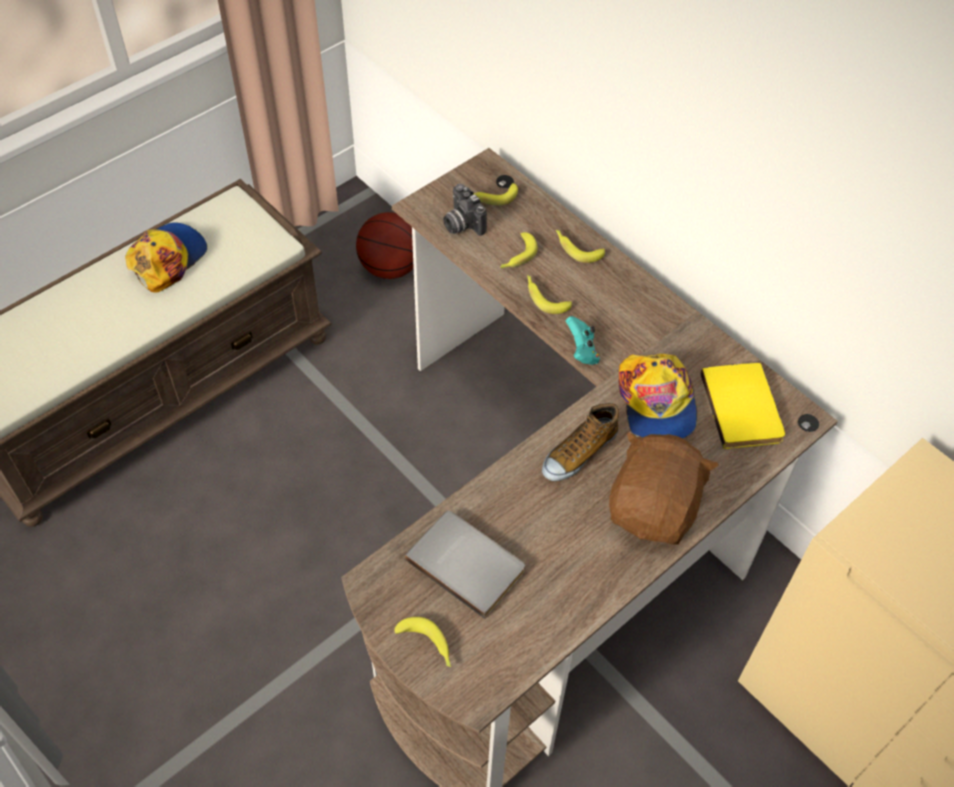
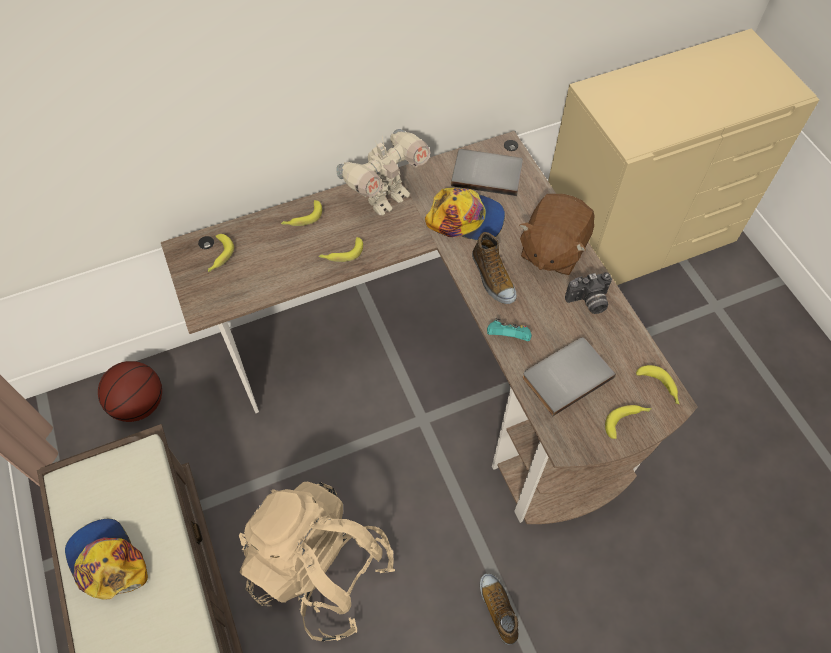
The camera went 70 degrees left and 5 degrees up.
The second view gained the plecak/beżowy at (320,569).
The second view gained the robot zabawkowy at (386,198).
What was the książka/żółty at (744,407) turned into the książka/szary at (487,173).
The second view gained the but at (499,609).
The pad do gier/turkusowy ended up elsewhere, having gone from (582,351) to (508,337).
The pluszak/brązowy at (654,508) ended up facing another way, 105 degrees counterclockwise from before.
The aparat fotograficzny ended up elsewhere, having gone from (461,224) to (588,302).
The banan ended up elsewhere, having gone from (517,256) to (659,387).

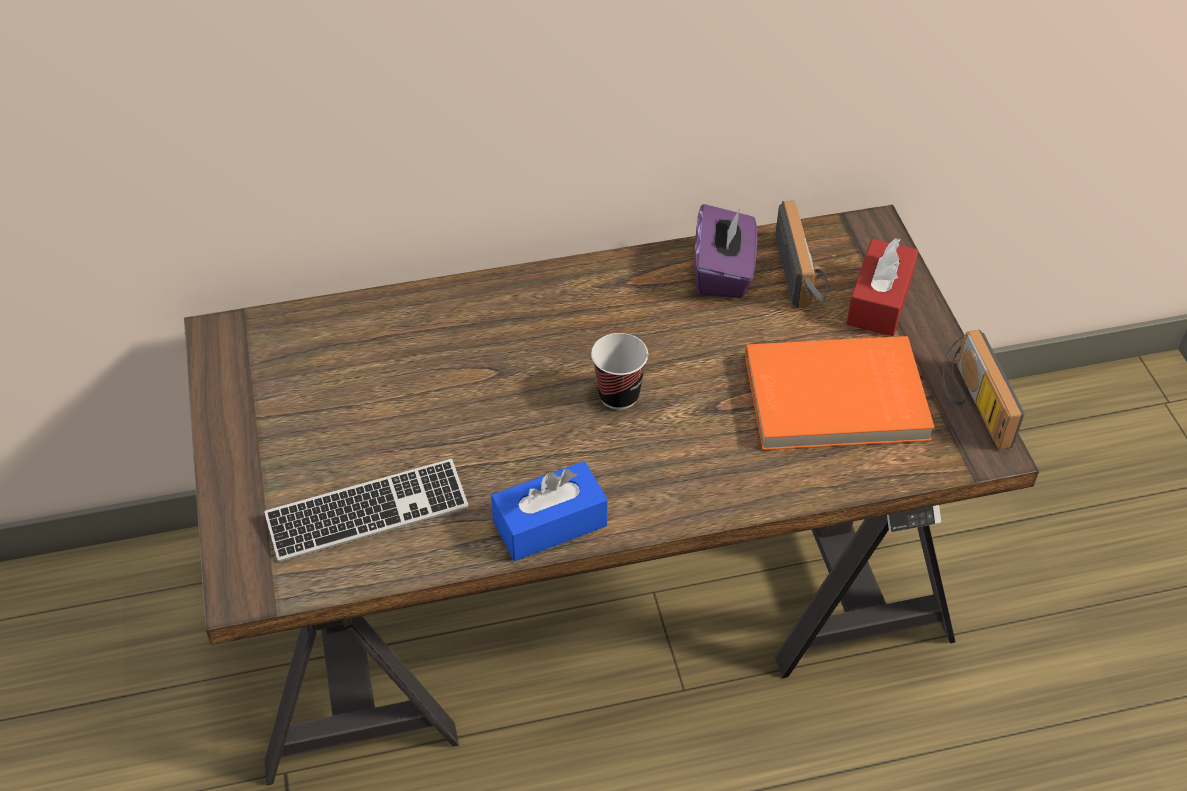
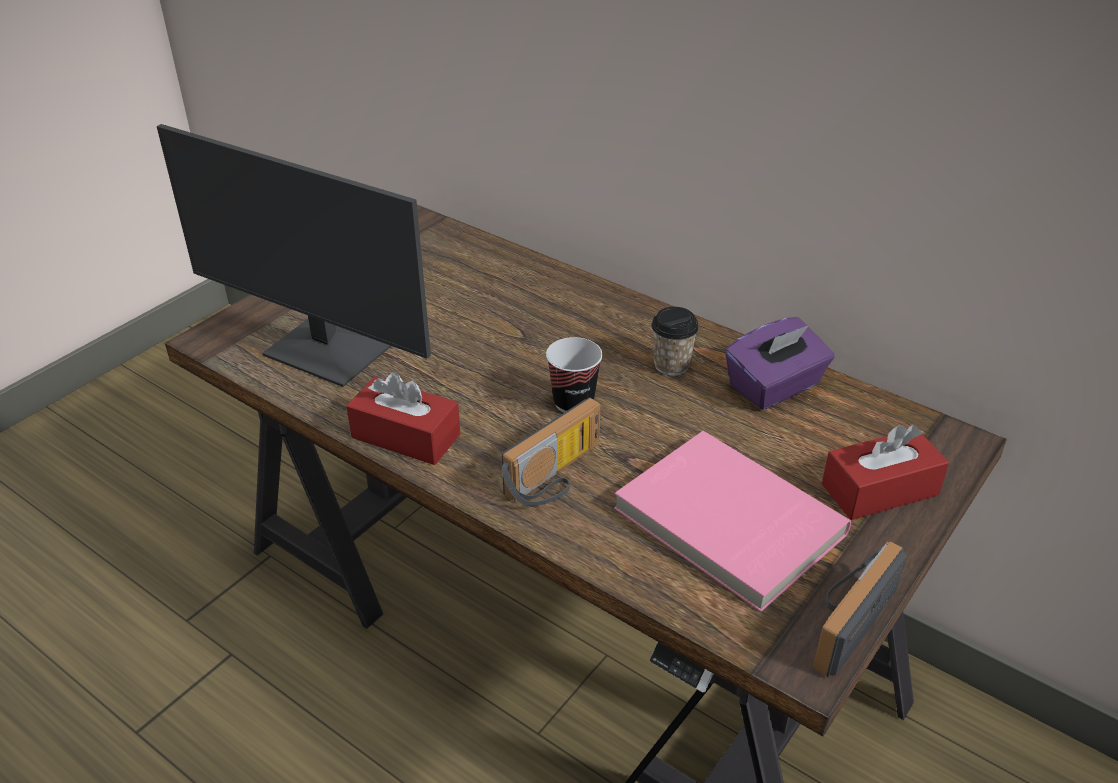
The camera went 50 degrees right and 10 degrees down.
Where the klawiatura stood at (367,513), the monitor came to stand at (327,351).
What was the pudełko chusteczek/niebieski at (550,524) turned into the pudełko chusteczek/czerwony at (406,436).
The radio ended up elsewhere, having gone from (803,273) to (557,477).
What was the książka/pomarańczowy at (836,400) turned into the książka/różowy at (726,523).
The second view gained the filiżanka at (671,365).

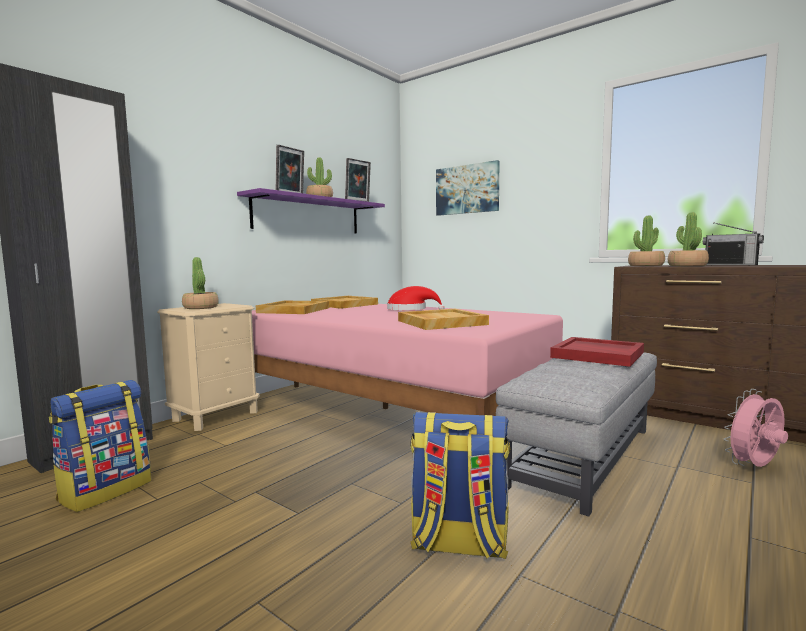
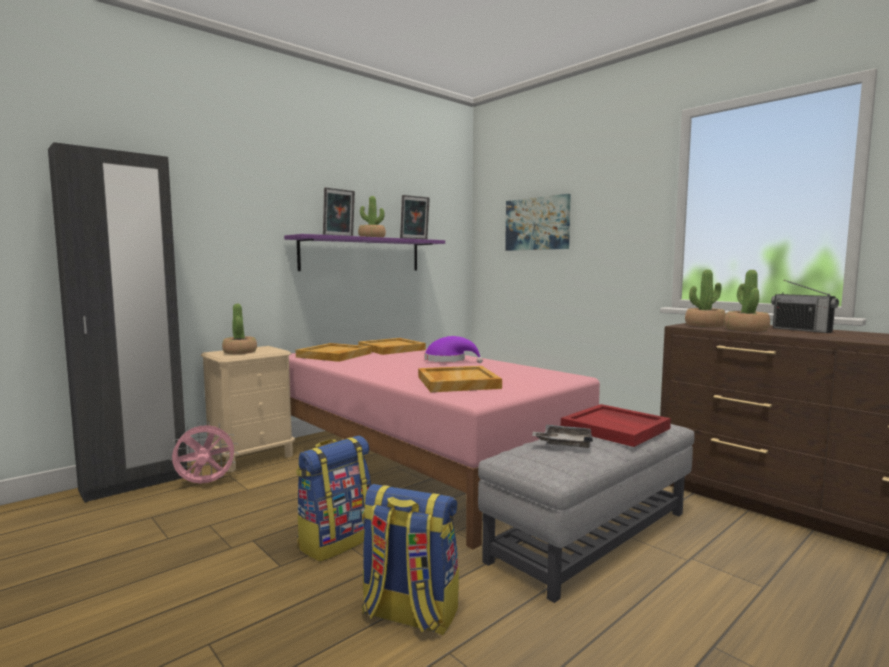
The camera went 10 degrees right and 0 degrees up.
The wentylator/różowy ended up elsewhere, having gone from (755,467) to (205,484).
The plecak ended up elsewhere, having gone from (106,490) to (336,541).
What was the kapelusz/czerwony at (410,310) turned into the kapelusz/fioletowy at (448,360).
The second view gained the taca/szary at (564,443).

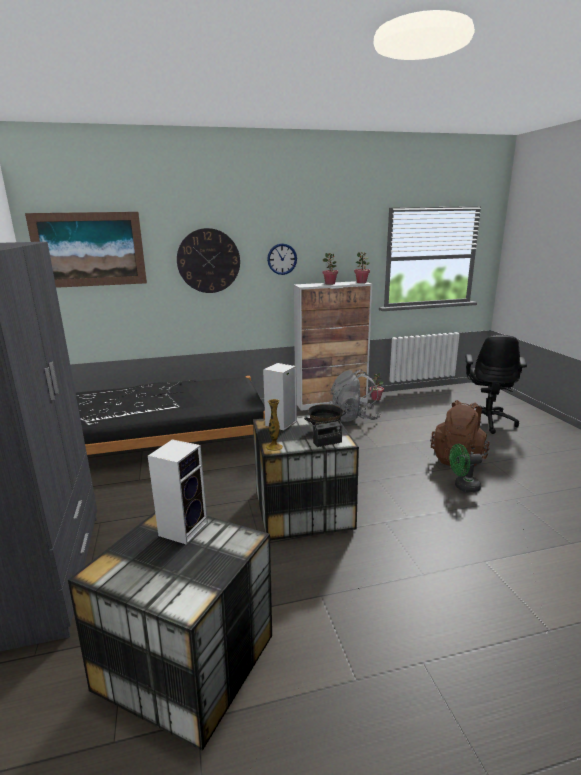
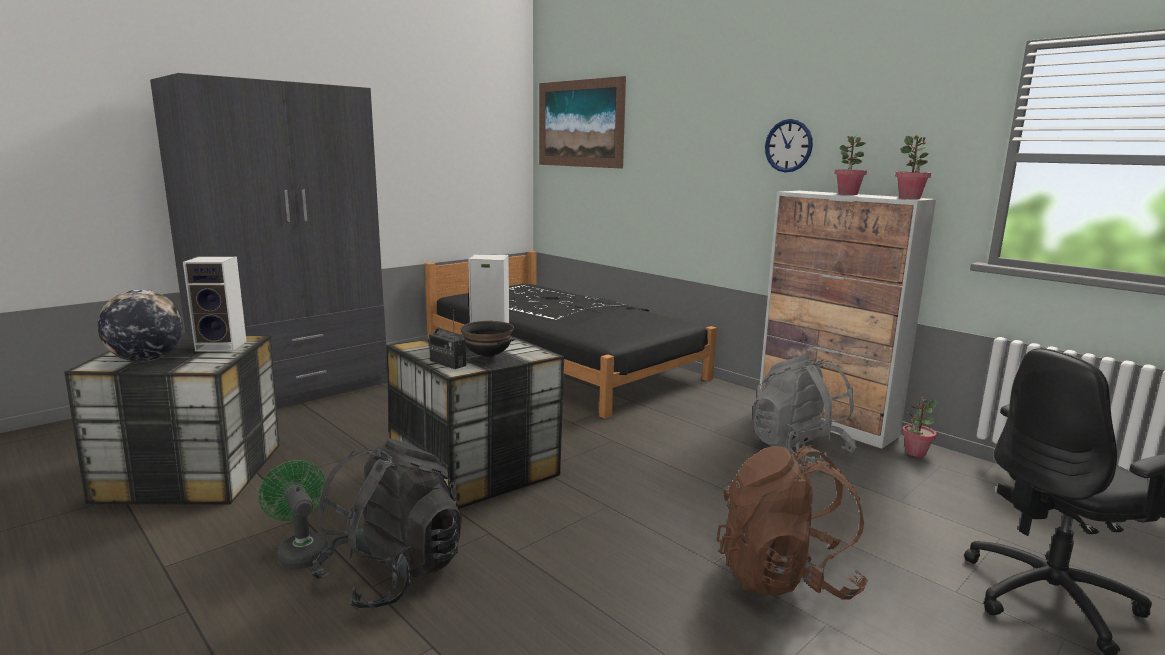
The camera went 60 degrees right and 5 degrees down.
The second view gained the globus at (146,360).
The wentylator/zielony ended up elsewhere, having gone from (463,487) to (301,551).
The second view gained the plecak/czarny at (393,574).
The second view lost the zegar ścienny at (208,261).
The second view lost the wazon at (274,447).

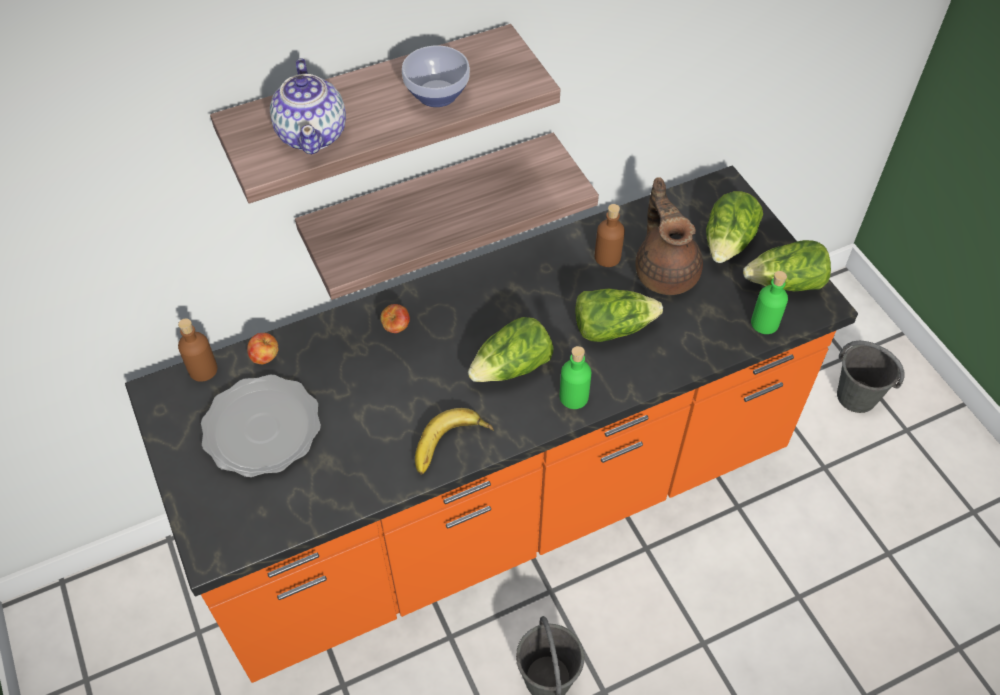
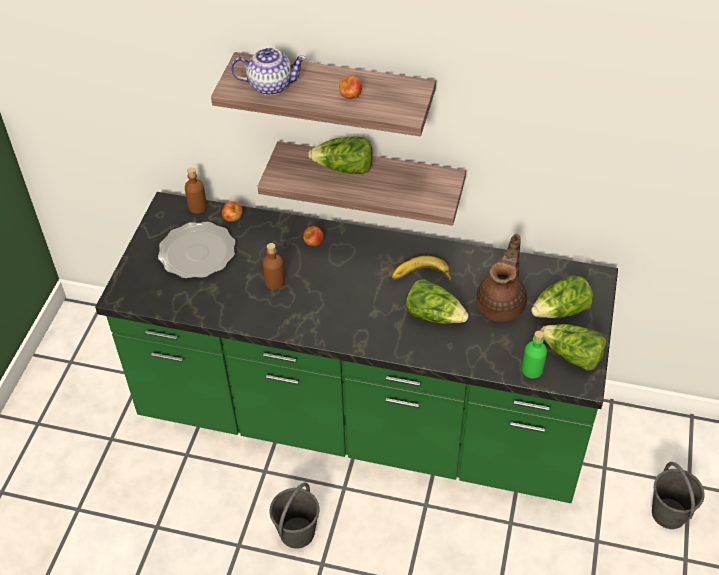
The camera went 40 degrees right and 5 degrees down.
What was the zabudowa kuchenna/pomarańczowy at (500,501) turned into the zabudowa kuchenna/zielony at (362,418).
The imbryk at (313,134) ended up facing another way, 120 degrees counterclockwise from before.
The butelka/brązowy ended up elsewhere, having gone from (607,257) to (275,282).
The sałata ended up elsewhere, having gone from (512,367) to (344,169).
Where the miska stood at (435,95), the jabłko came to stand at (351,97).
The banan ended up elsewhere, having gone from (451,447) to (421,277).
The second view lost the butelka/zielony at (573,397).

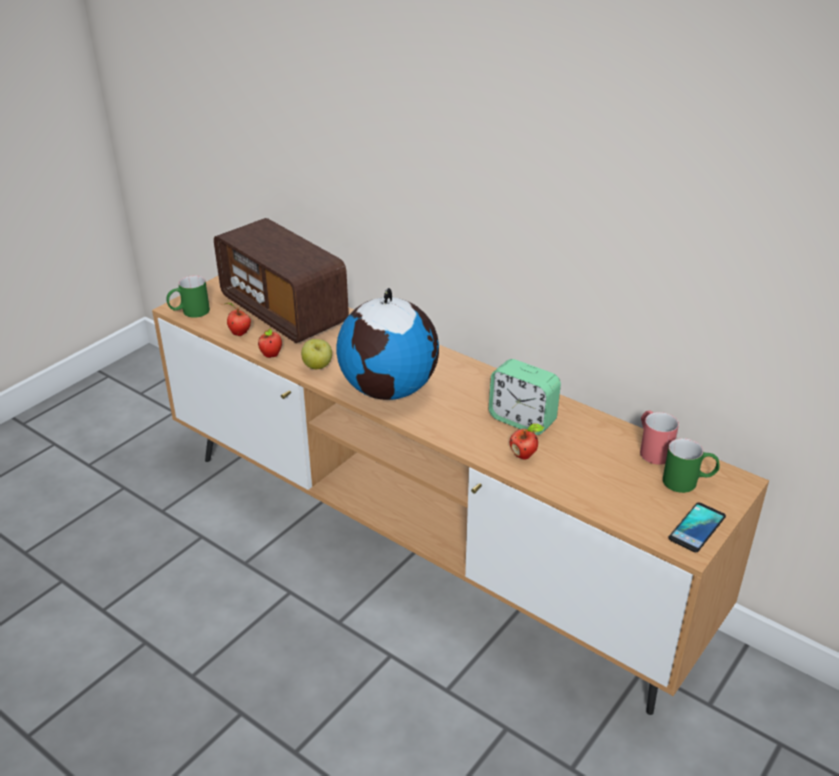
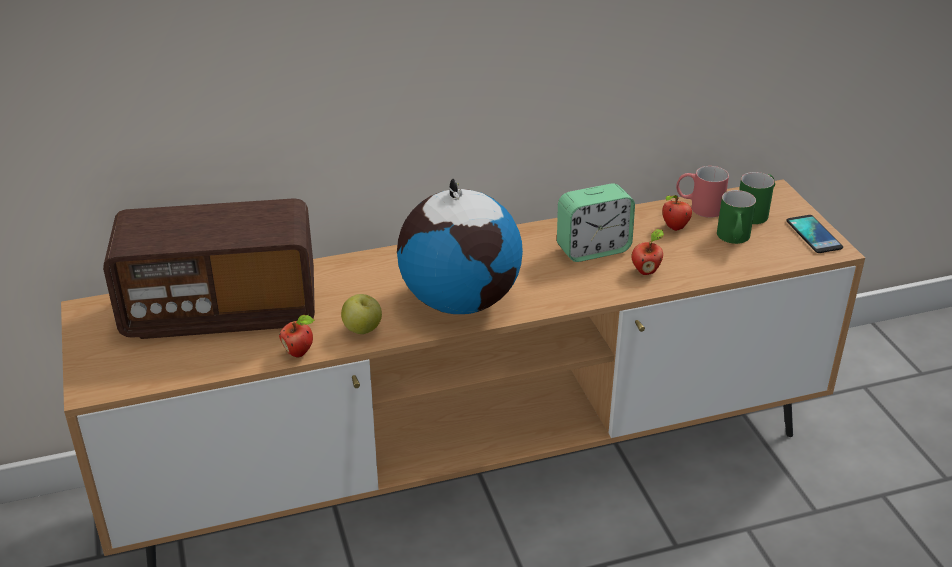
The camera went 55 degrees left and 0 degrees up.
The jabłko ended up elsewhere, having gone from (238,333) to (674,228).
The kubek/zielony ended up elsewhere, having gone from (189,312) to (733,240).

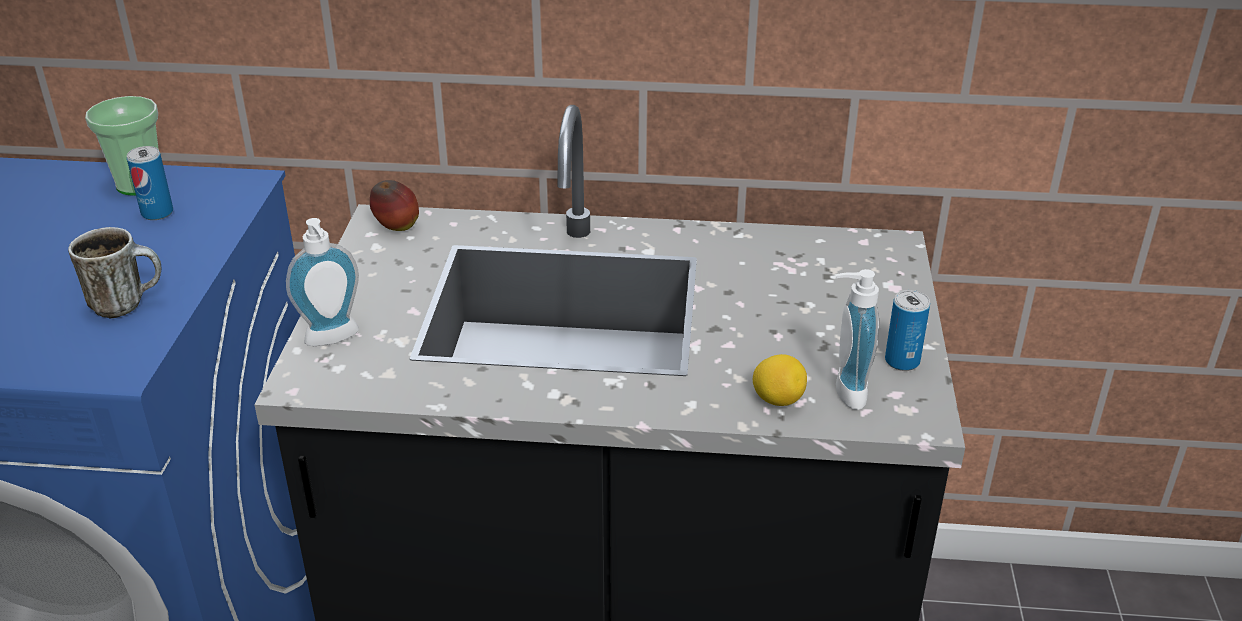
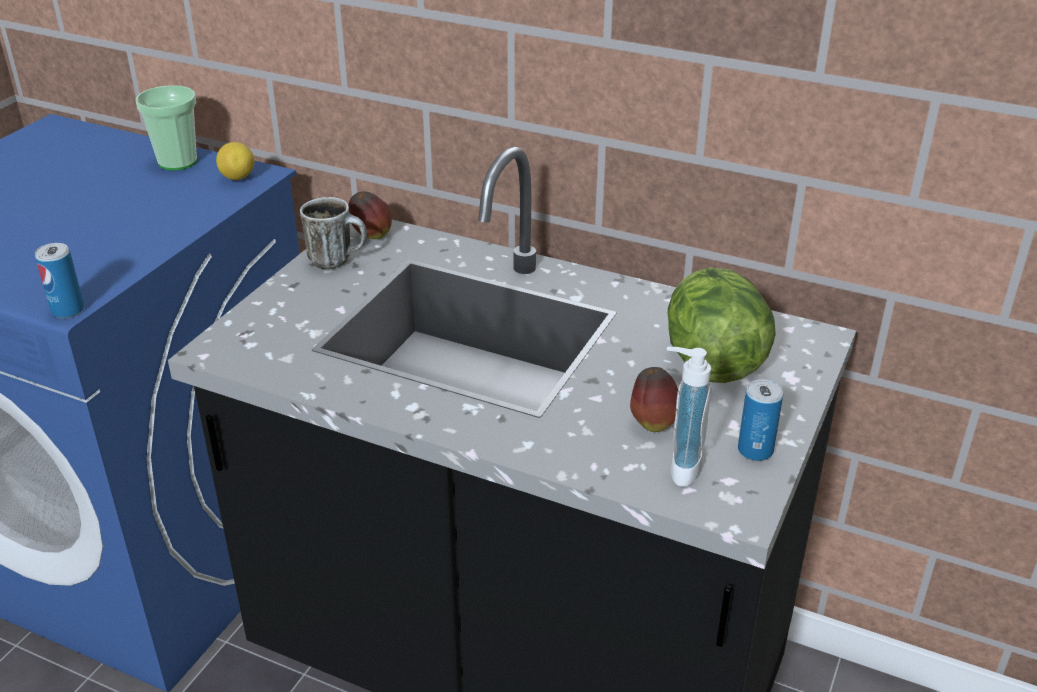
The camera went 20 degrees right and 0 degrees up.
The puszka ended up elsewhere, having gone from (157,213) to (68,310).
The cytryna ended up elsewhere, having gone from (777,400) to (238,178).
The kubek ended up elsewhere, having gone from (128,304) to (338,260).
The second view gained the jabłko at (652,423).
The second view gained the sałata at (712,361).
The second view lost the dozownik mydła at (333,340).

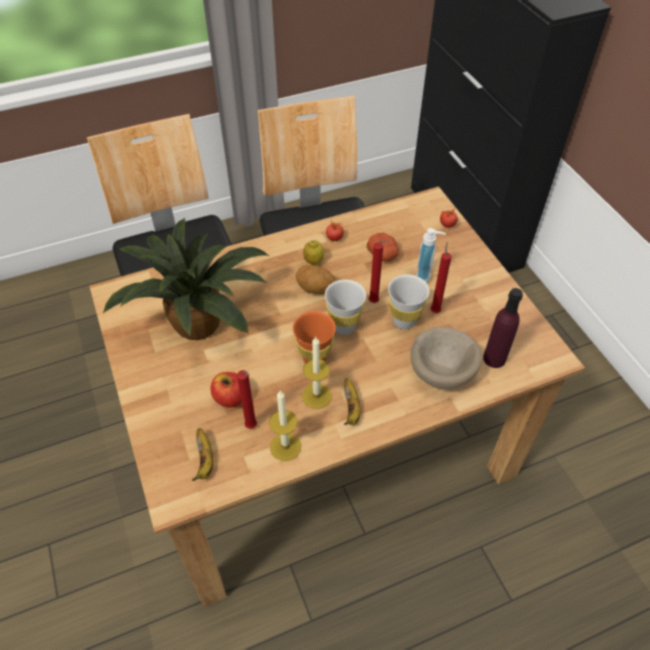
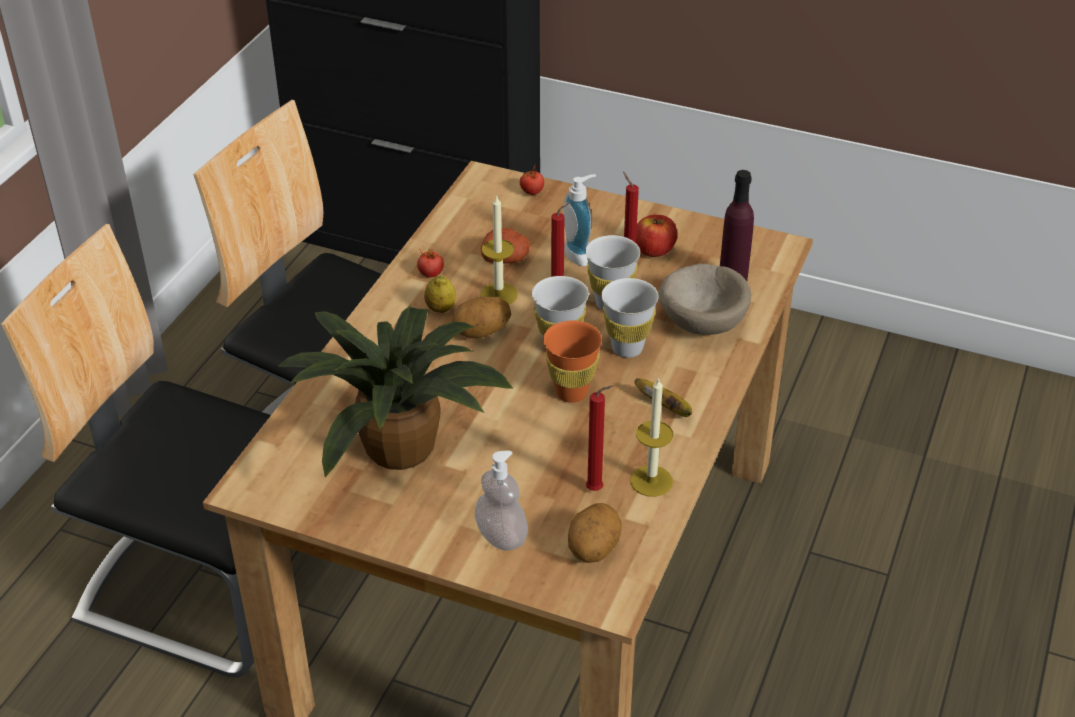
The camera went 45 degrees left and 10 degrees down.
The second view gained the dozownik mydła at (501,537).
The świeca ended up elsewhere, having gone from (316,396) to (499,294).
Where the banan stood at (205,460), the ziemniak came to stand at (593,549).
The second view gained the filiżanka/biały at (627,348).
The jabłko ended up elsewhere, having gone from (230,398) to (654,250).

